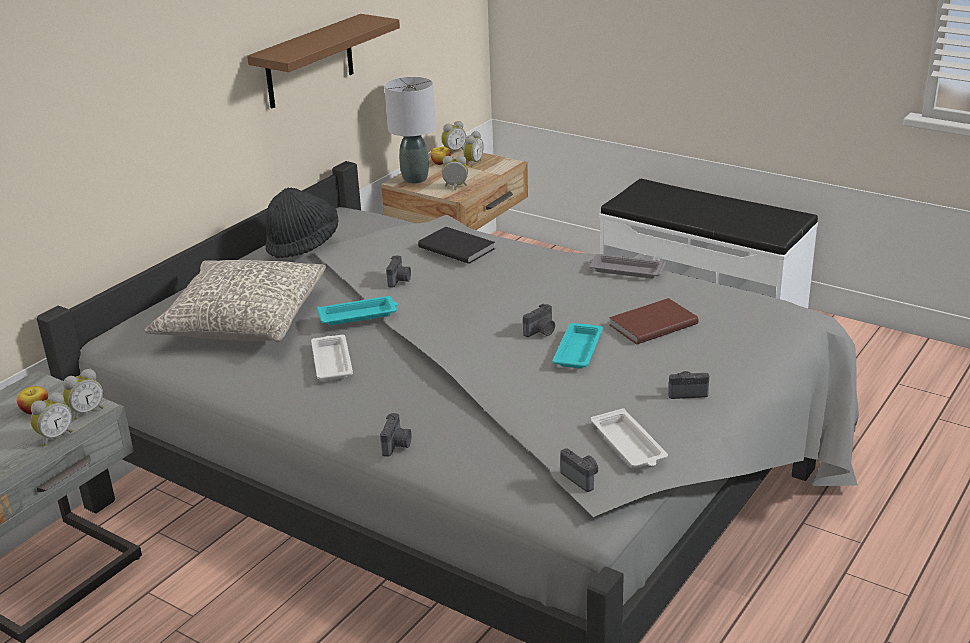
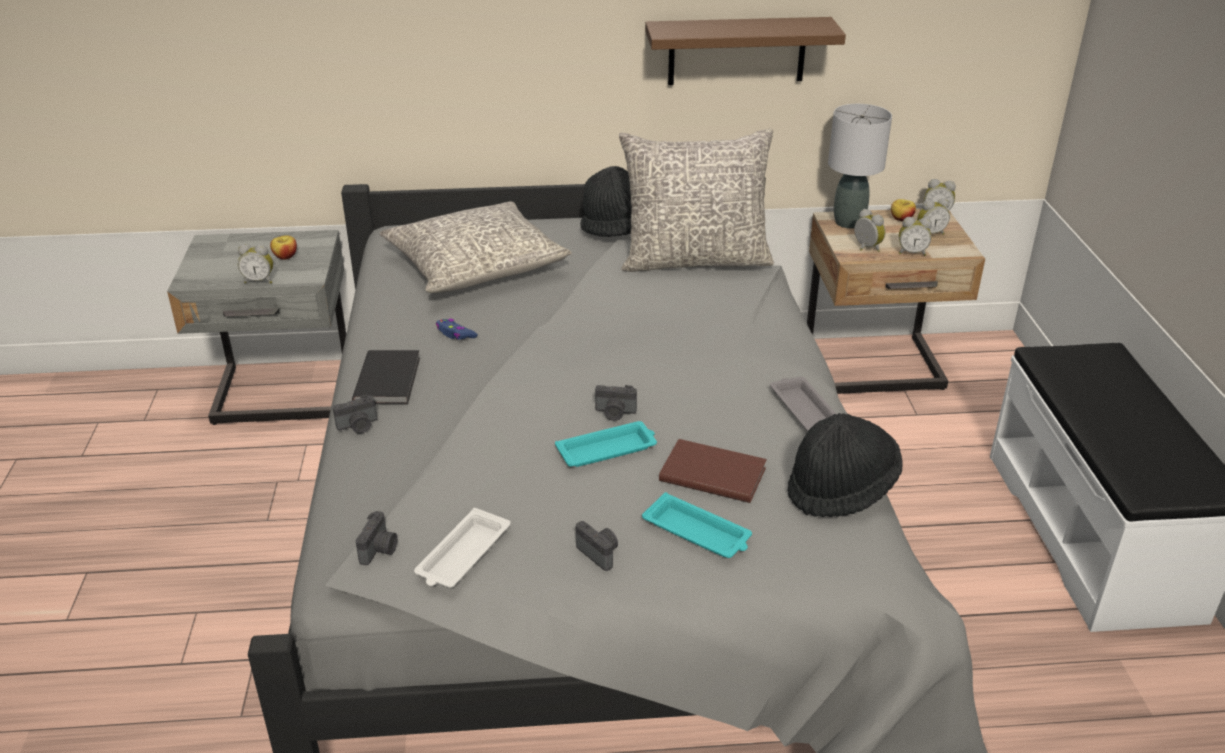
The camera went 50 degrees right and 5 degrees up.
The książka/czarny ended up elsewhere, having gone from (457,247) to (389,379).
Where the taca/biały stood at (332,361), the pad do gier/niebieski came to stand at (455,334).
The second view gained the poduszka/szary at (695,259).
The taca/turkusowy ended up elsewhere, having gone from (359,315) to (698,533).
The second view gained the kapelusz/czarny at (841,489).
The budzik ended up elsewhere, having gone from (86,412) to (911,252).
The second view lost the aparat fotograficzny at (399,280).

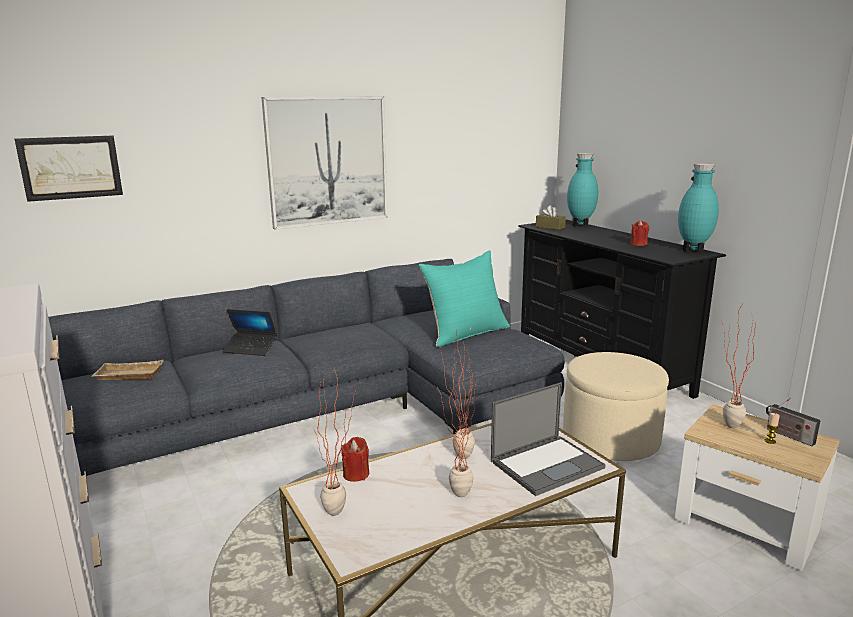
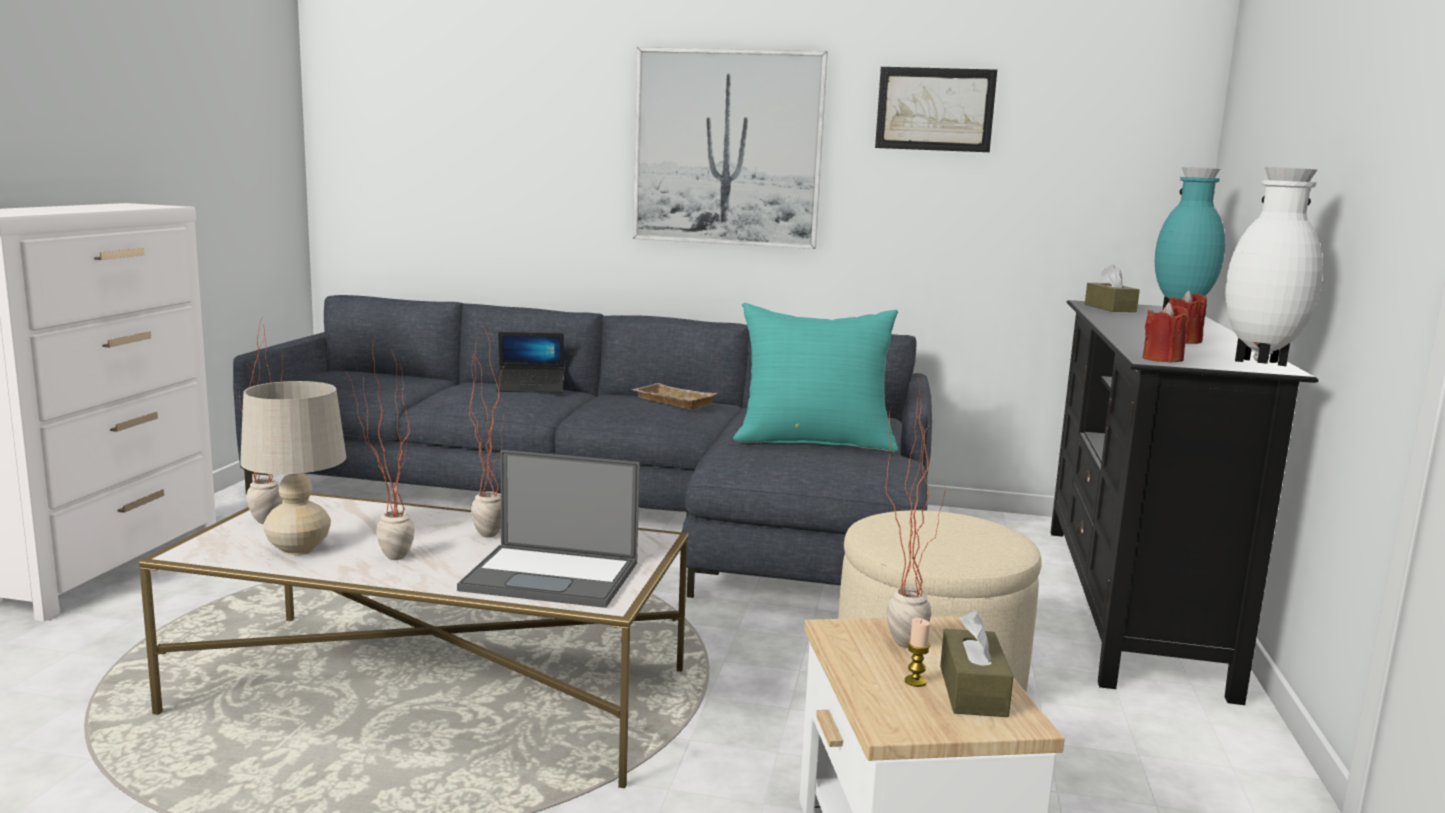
The camera went 40 degrees right and 5 degrees down.
The second view gained the lampa stołowa/beżowy at (299,549).
The laptop at (250,349) ended up facing another way, 60 degrees counterclockwise from before.
The taca/beżowy ended up elsewhere, having gone from (128,376) to (671,402).
The obraz ended up elsewhere, having gone from (71,167) to (935,109).
Where the radio stood at (787,435), the pudełko chusteczek/brązowy came to stand at (972,691).
The świeca/czerwony ended up elsewhere, having gone from (356,474) to (1162,359).
What was the wazon/turkusowy at (694,251) turned into the wazon/biały at (1260,363).

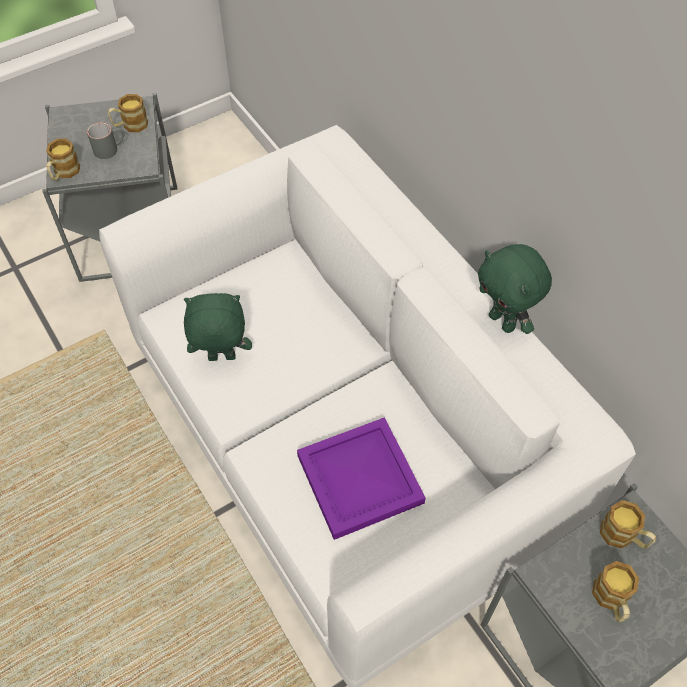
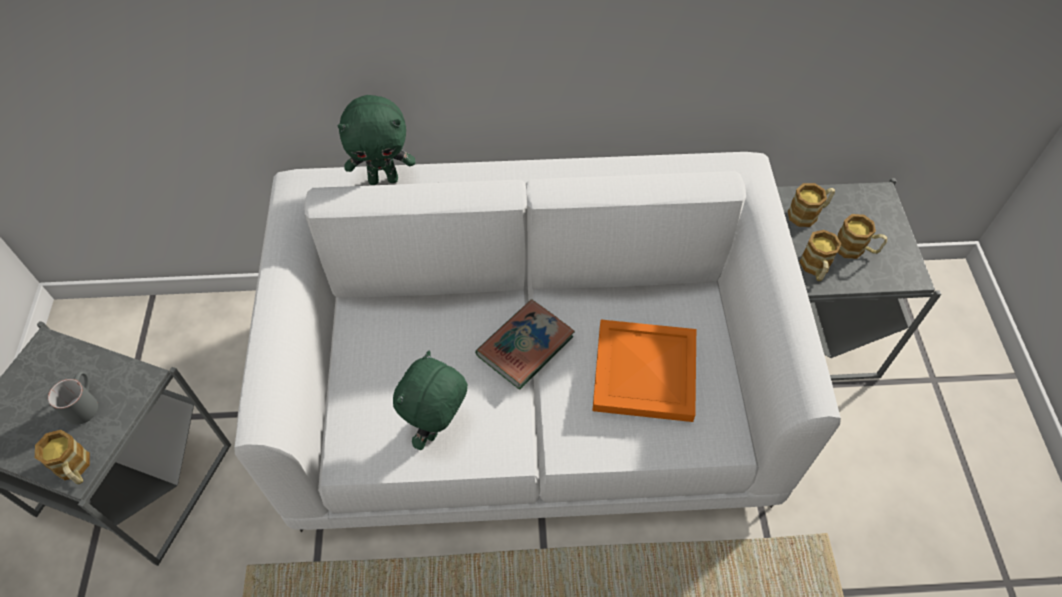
The camera went 60 degrees left and 0 degrees up.
The pluszak/zielony ended up elsewhere, having gone from (503,322) to (384,179).
The second view gained the książka at (525,346).
What was the taca/fioletowy at (359,481) turned into the taca/pomarańczowy at (646,374).
The kubek ended up elsewhere, having gone from (130,125) to (815,269).

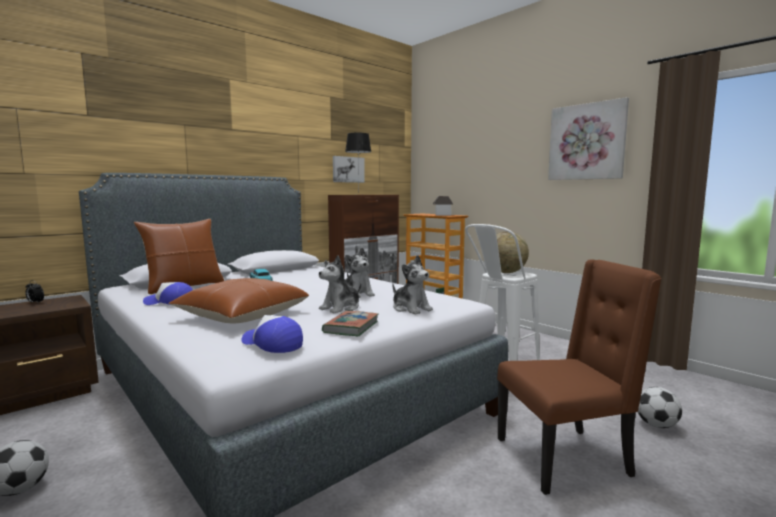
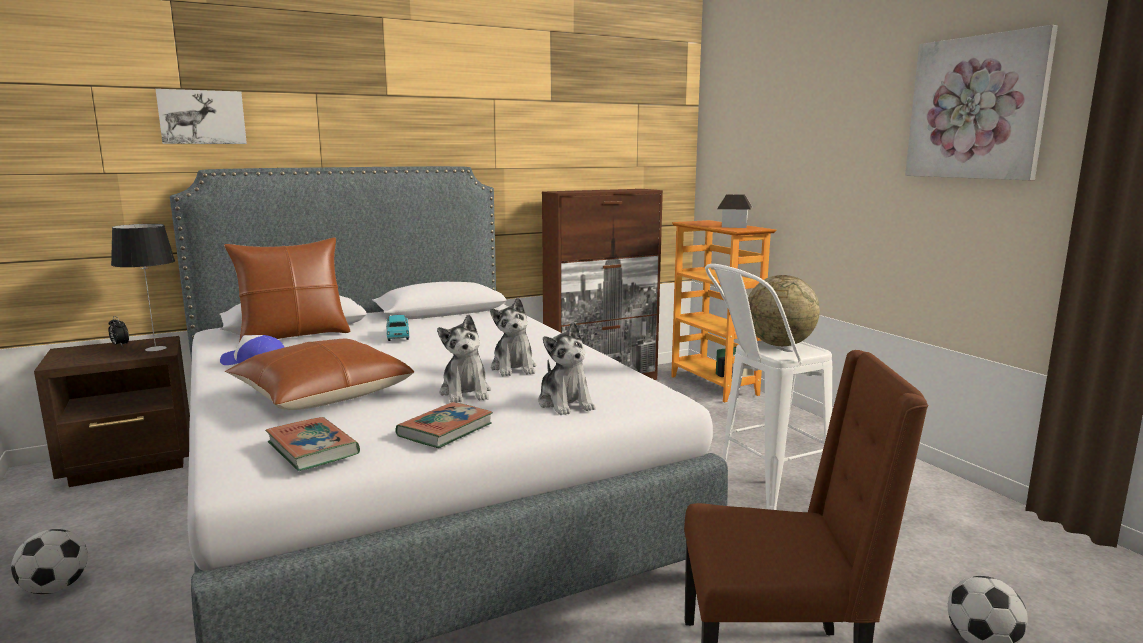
The camera went 15 degrees right and 5 degrees up.
The lampa stołowa ended up elsewhere, having gone from (358,194) to (155,349).
The obraz ended up elsewhere, having gone from (348,169) to (202,117).
Where the czapka z daszkiem stood at (272,344), the książka came to stand at (312,449).
The pluszak at (341,308) ended up facing another way, 75 degrees counterclockwise from before.

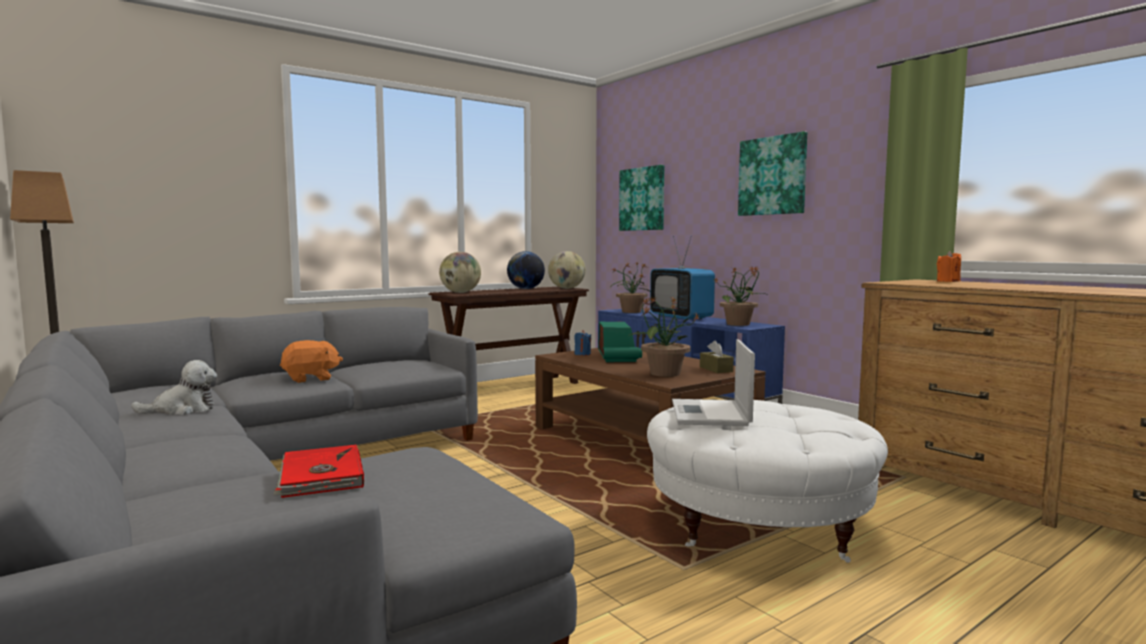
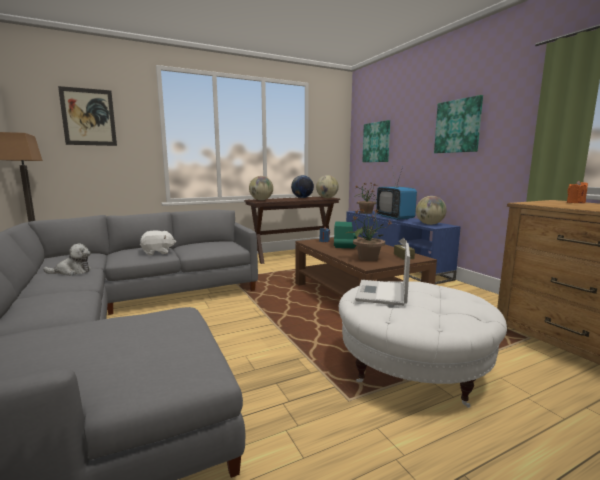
The camera went 10 degrees right and 5 degrees up.
The second view gained the obraz at (88,117).
What was the pluszak/pomarańczowy at (311,379) turned into the pluszak/biały at (158,252).
Where the roślina doniczkowa stood at (739,324), the globus came to stand at (429,224).
The second view lost the książka/czerwony at (320,476).

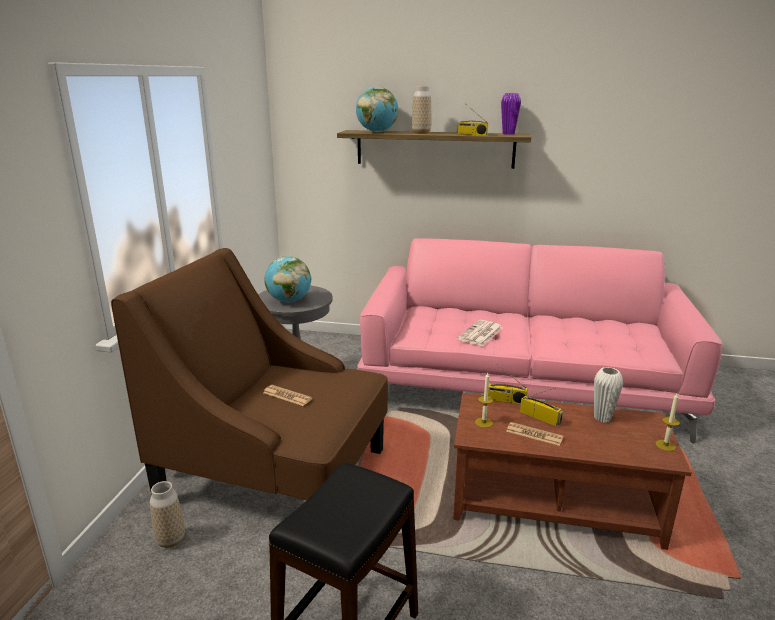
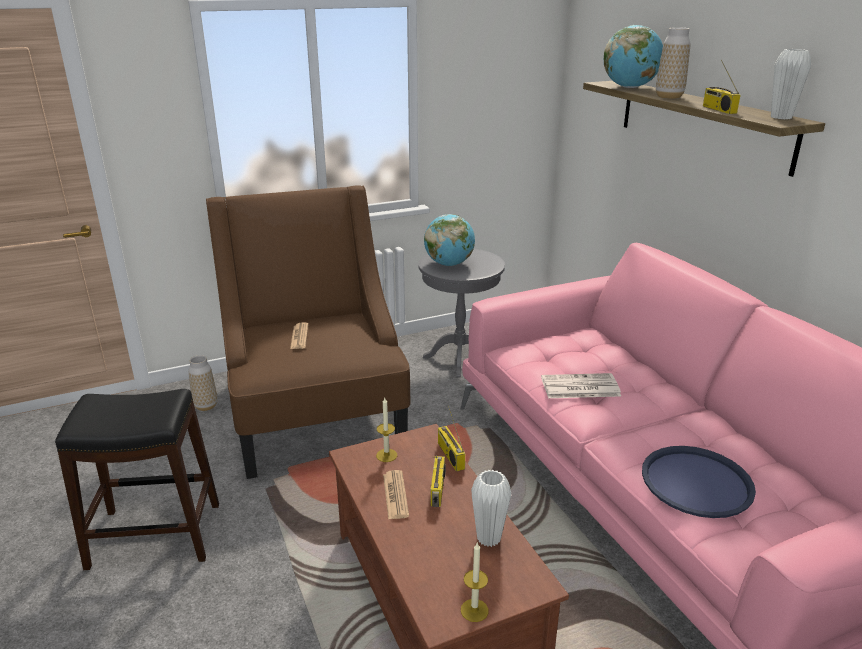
The camera went 55 degrees right and 5 degrees up.
The second view gained the taca/niebieski at (696,482).
What was the wazon/fioletowy at (508,134) turned into the wazon/biały at (781,117).

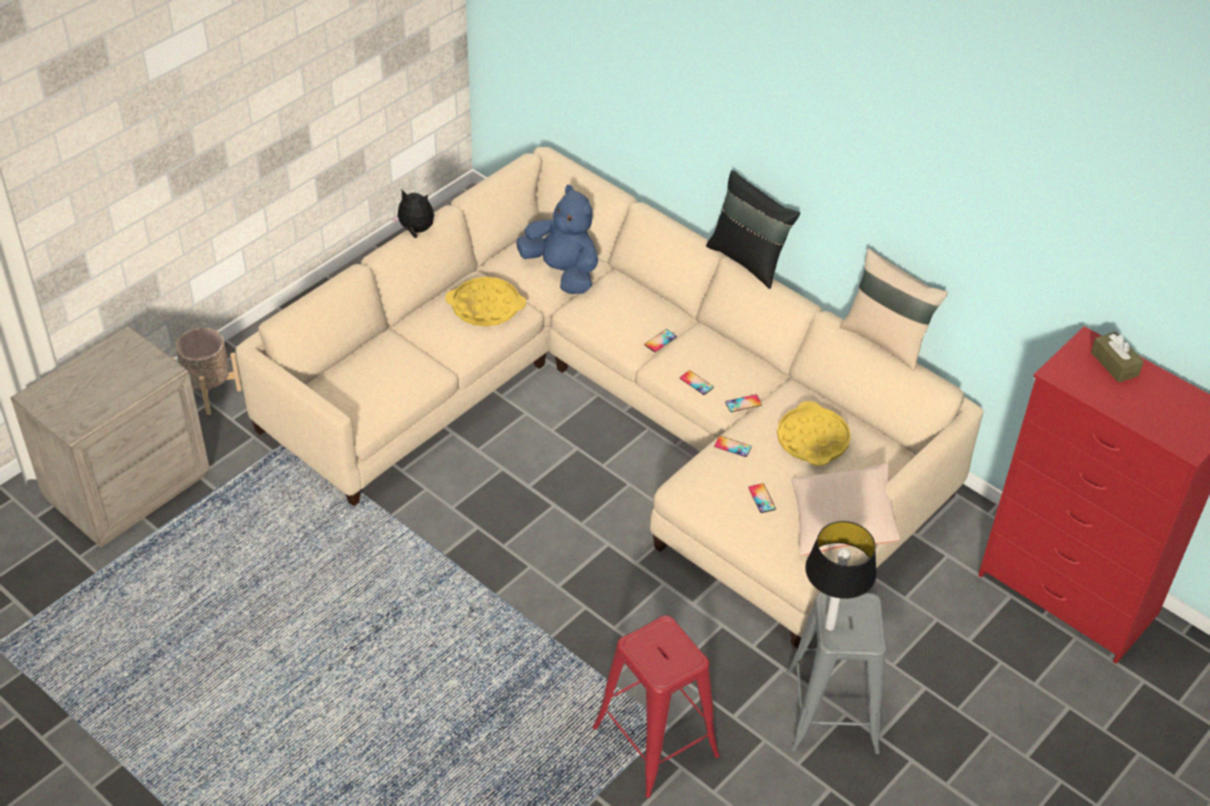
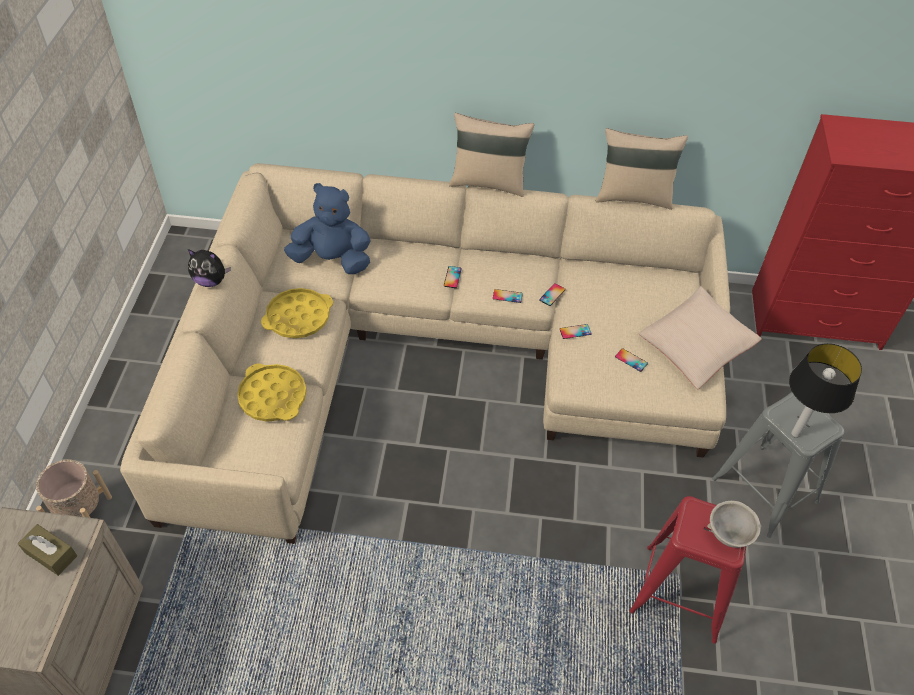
The camera went 35 degrees left and 5 degrees up.
The pudełko chusteczek/brązowy ended up elsewhere, having gone from (1114,364) to (51,554).
The pluszak at (415,231) ended up facing another way, 150 degrees counterclockwise from before.
The taca/żółty ended up elsewhere, having gone from (812,440) to (273,397).
What was the poduszka/czarny at (748,260) turned into the poduszka/beżowy at (488,182).
The second view gained the miska/szary at (729,534).

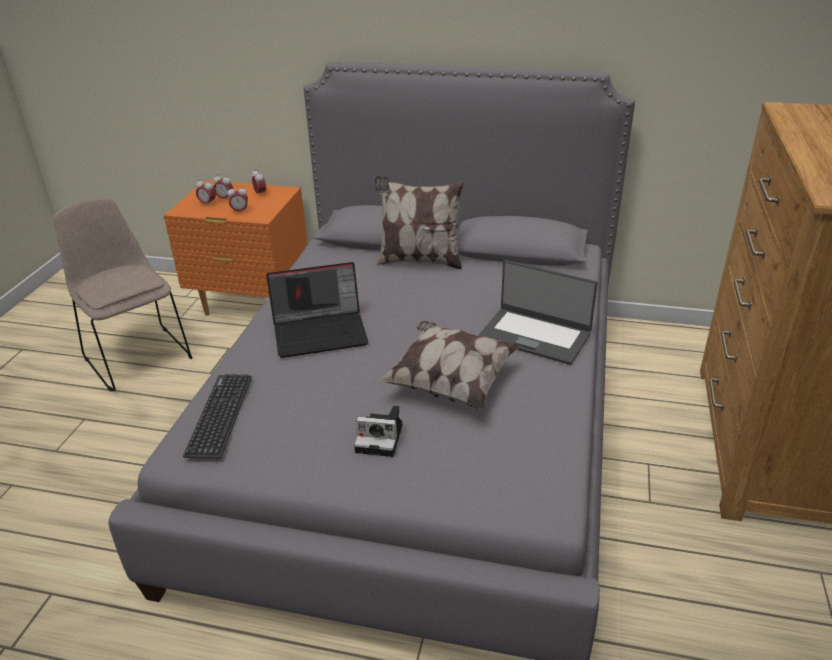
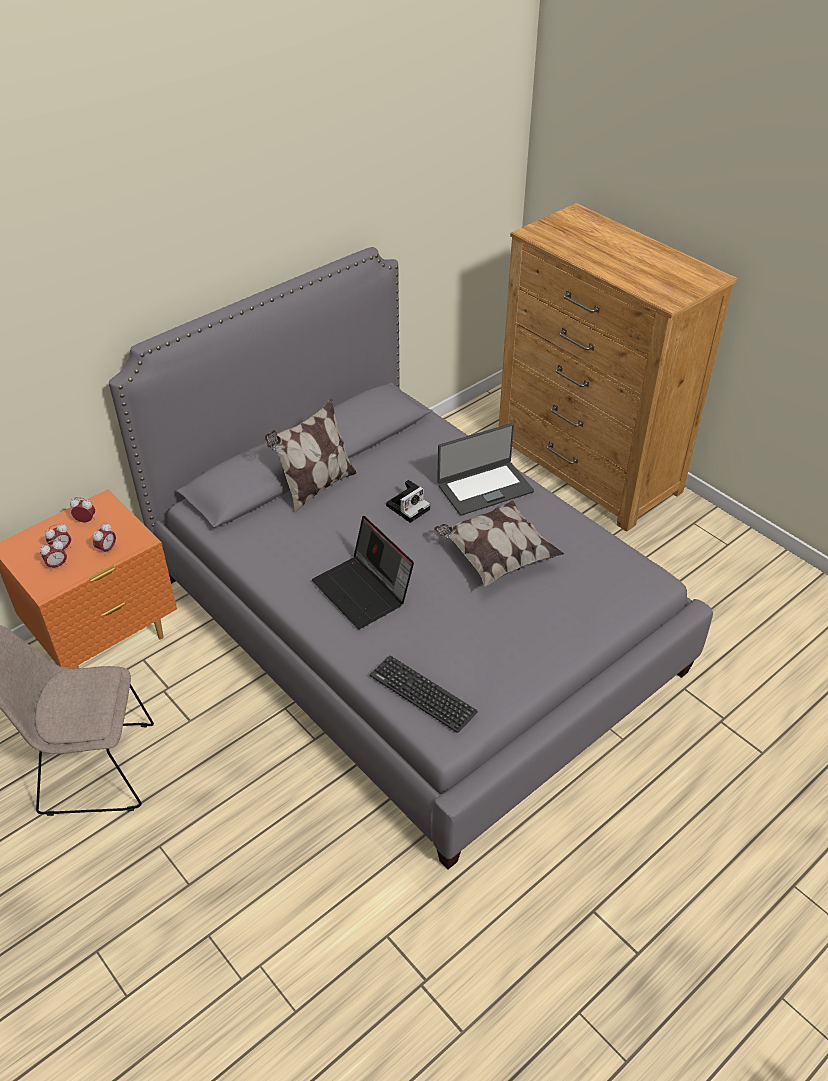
The camera went 55 degrees left and 10 degrees up.
The laptop at (321,332) ended up facing another way, 120 degrees clockwise from before.
The aparat fotograficzny ended up elsewhere, having gone from (381,438) to (408,506).

